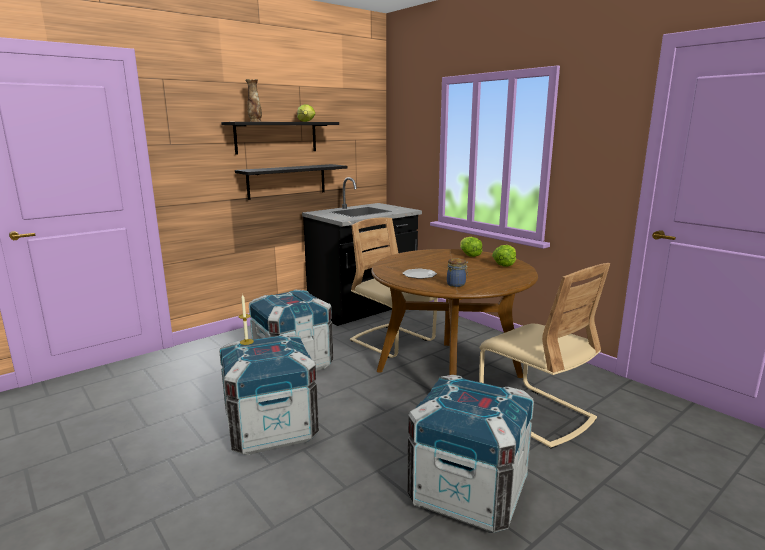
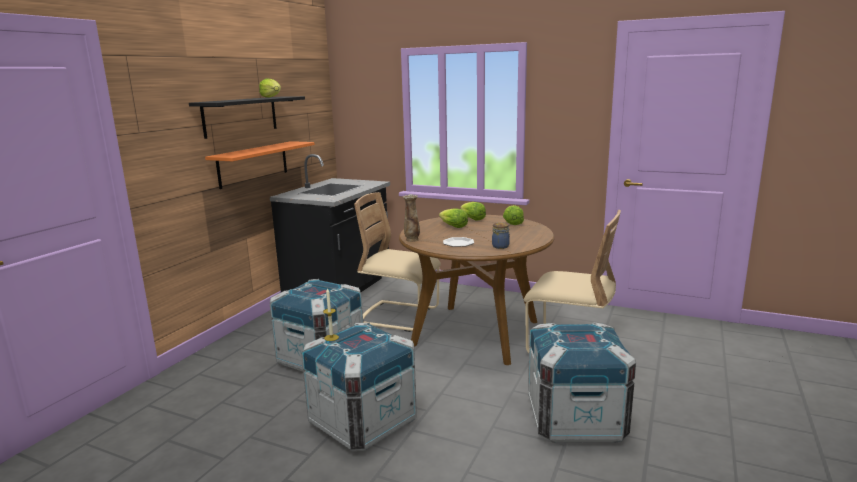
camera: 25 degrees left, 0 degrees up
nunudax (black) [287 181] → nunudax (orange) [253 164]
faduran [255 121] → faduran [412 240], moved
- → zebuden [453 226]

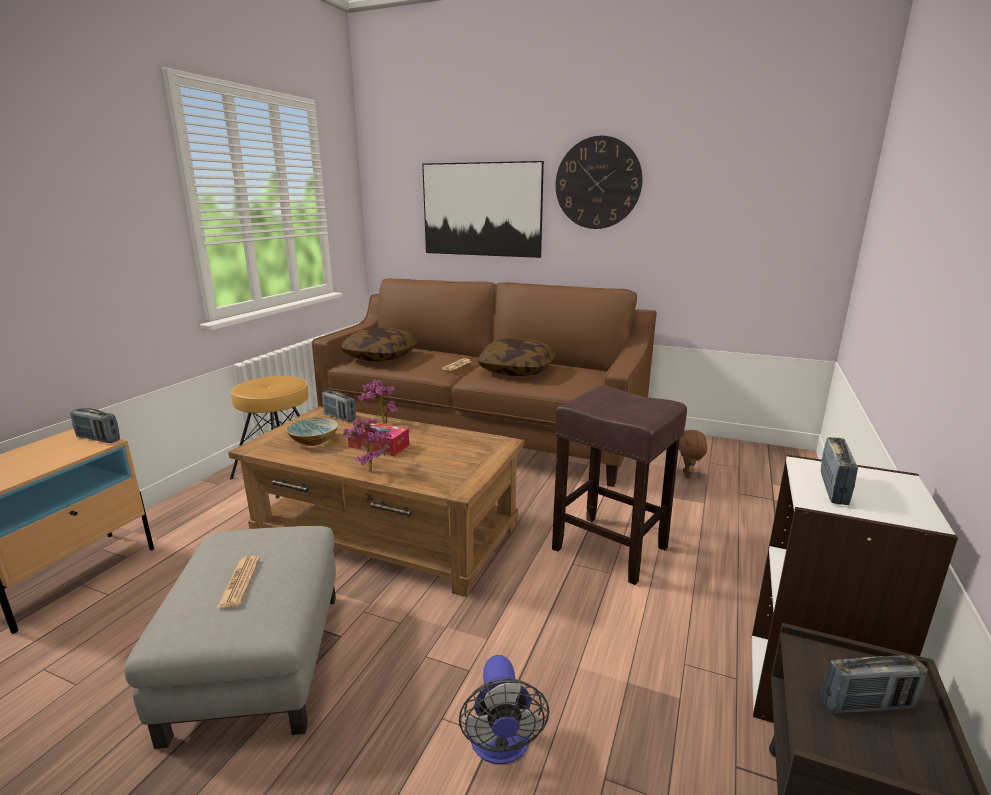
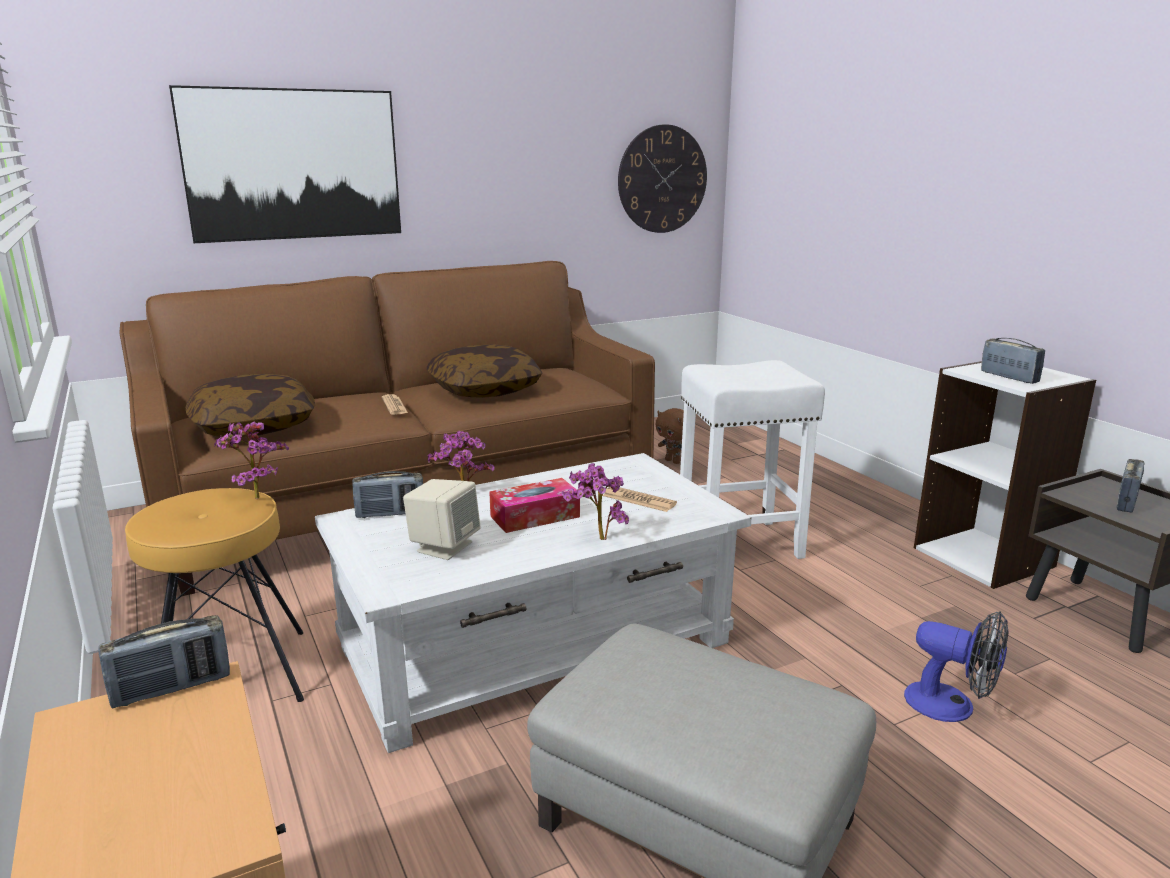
camera: 50 degrees left, 0 degrees up
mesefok [239 582] → mesefok [639 500], moved
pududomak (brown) [387 532] → pududomak (white) [536 644]
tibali [314 440] → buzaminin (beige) [444 546]
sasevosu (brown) [612 549] → sasevosu (white) [740 543]
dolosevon [598 183] → dolosevon [662 179], moved
- → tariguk [254 496]

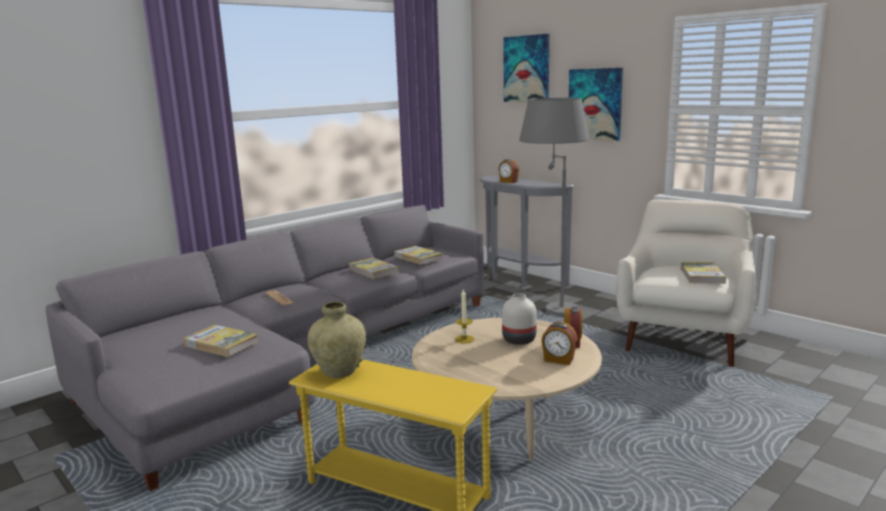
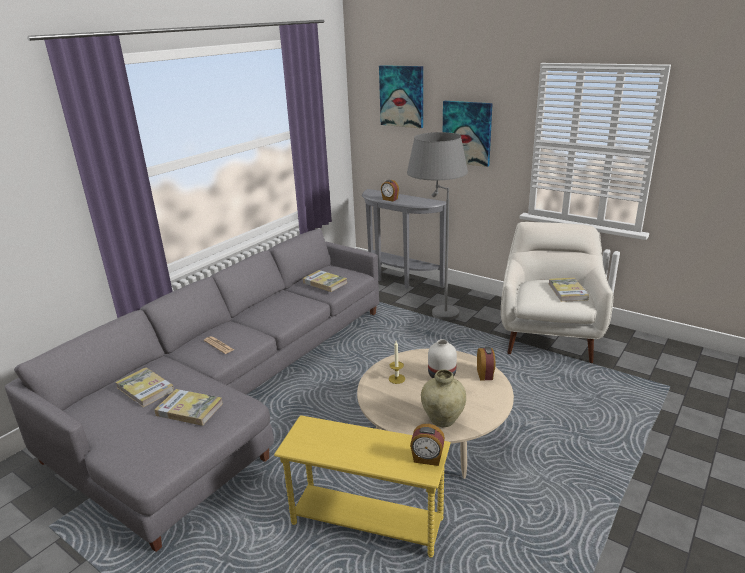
camera: 10 degrees left, 10 degrees up
faduran (beige) [339 372] → faduran (beige) [442 420], moved
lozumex [373 271] → lozumex [145 389], moved
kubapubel [558 360] → kubapubel [427 459], moved

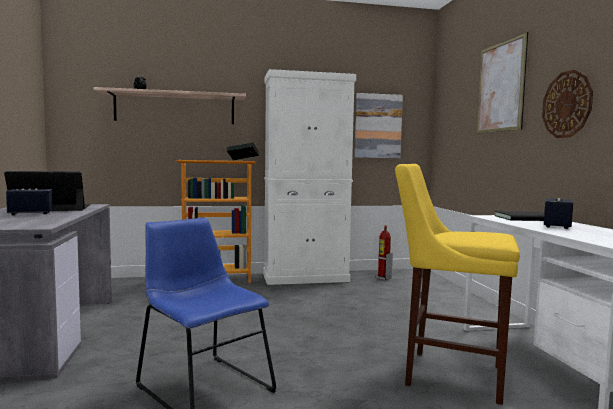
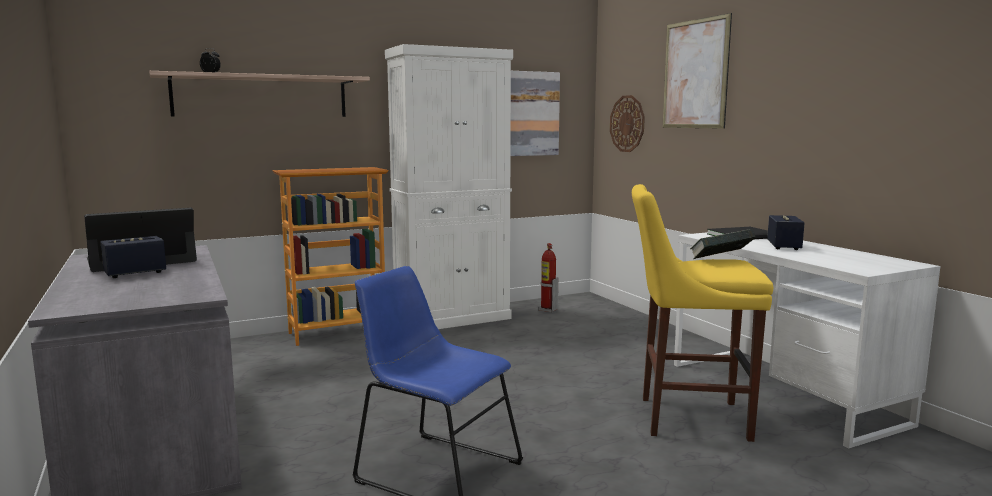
camera: 15 degrees left, 5 degrees up
lozumex [242 160] → lozumex [720 261], moved
dolosevon [567 104] → dolosevon [627 123], moved

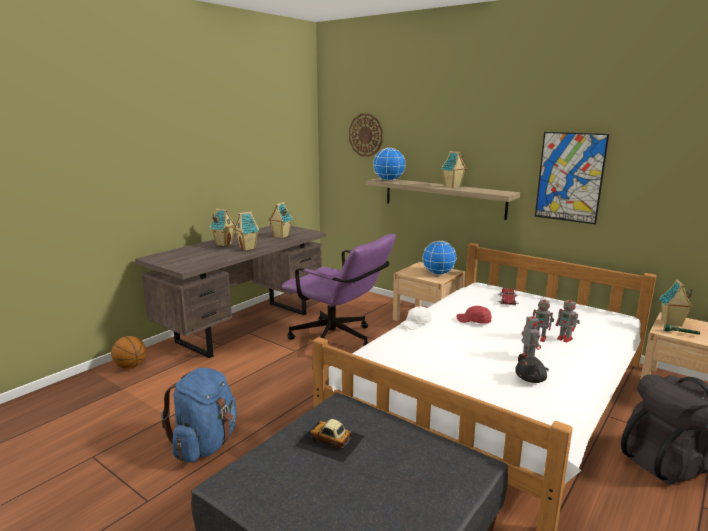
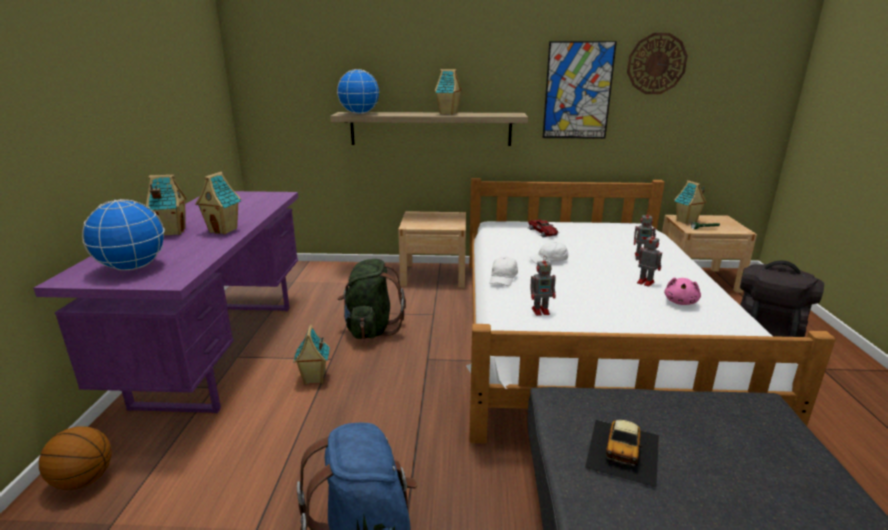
camera: 35 degrees left, 5 degrees up
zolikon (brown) [245 327] → zolikon (purple) [221 350]
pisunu [281 236] → pisunu [314 379], moved
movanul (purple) [339 341] → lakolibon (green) [371 329]
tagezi [330 441] → tagezi [624 450], 60 degrees counterclockwise
dolosevon [366 135] → dolosevon [656 64], moved
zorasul [438 274] → zorasul [133 267], moved
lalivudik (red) [474 321] → lalivudik (white) [549 260]
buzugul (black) [531 379] → buzugul (pink) [680 302]
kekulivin [540 338] → kekulivin [541 311], moved

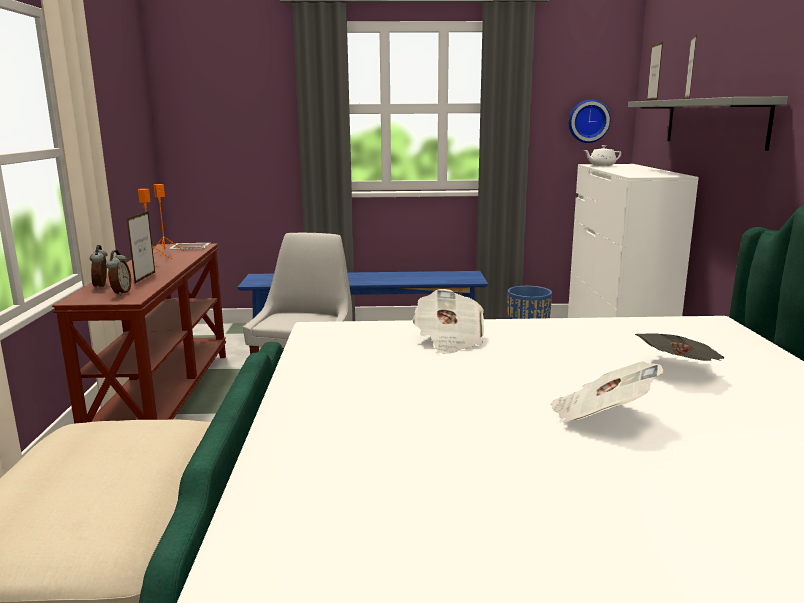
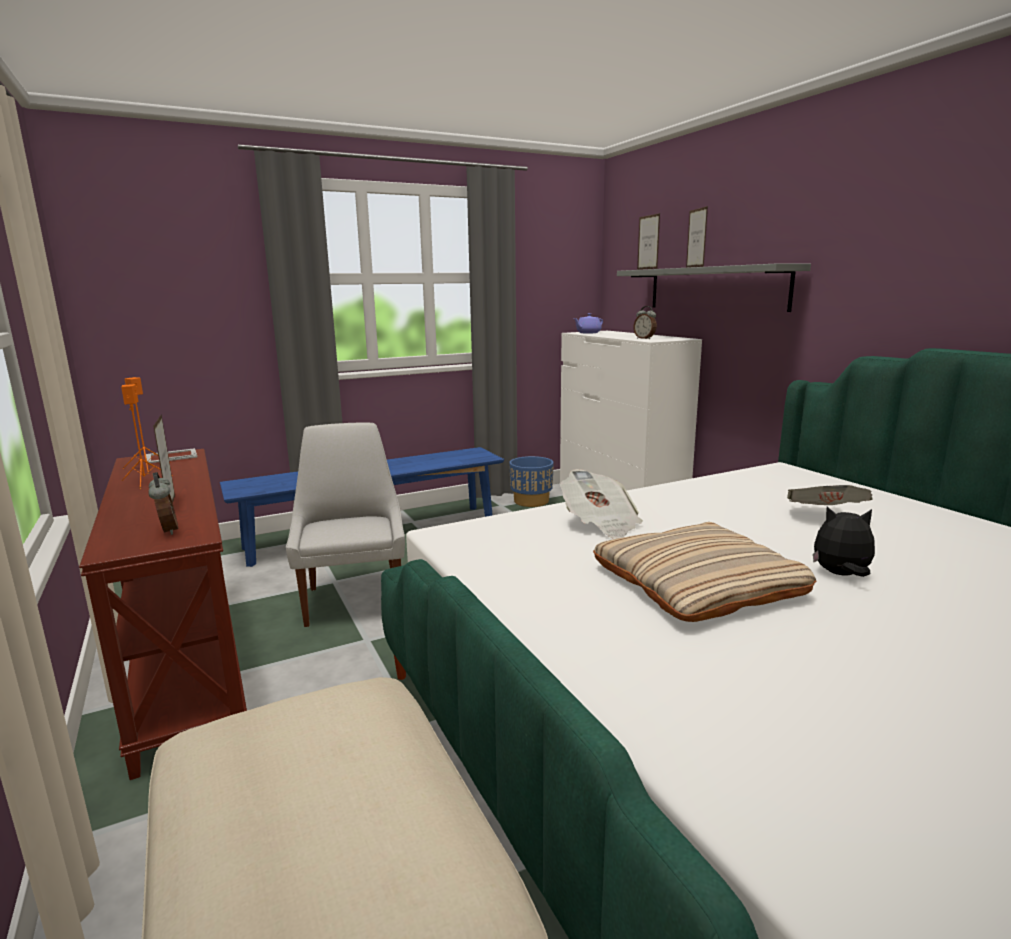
camera: 25 degrees left, 0 degrees up
kubapubel [102 286] → kubapubel [644 338], moved
mesefok [600 416] → buzugul [841 575]
dolosevon [588 121] → -
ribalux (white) [601 165] → ribalux (purple) [588 333]
- → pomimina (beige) [697 582]

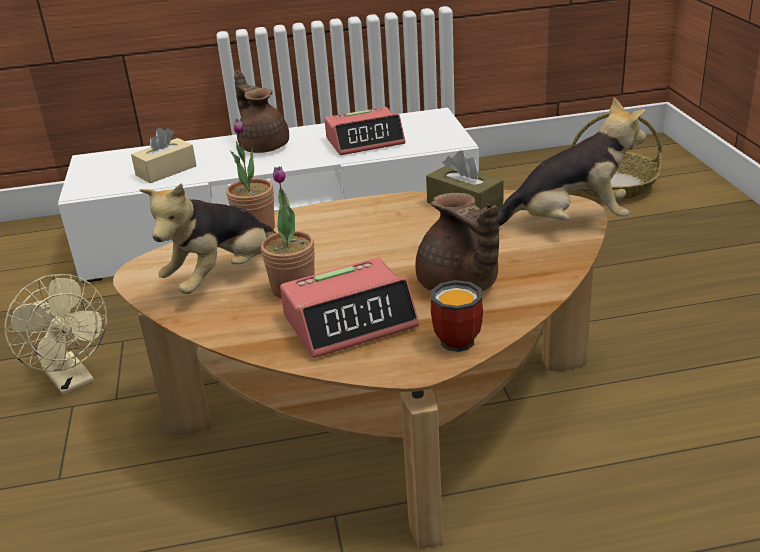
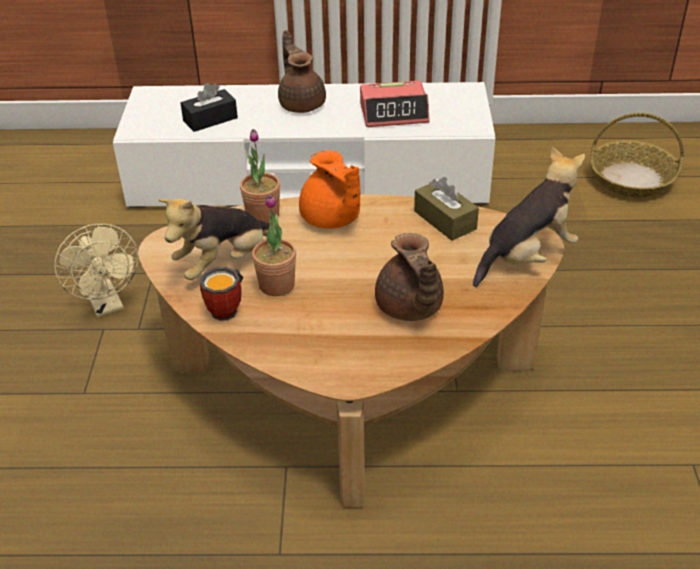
camera: 10 degrees right, 10 degrees up
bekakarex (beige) [166 171] → bekakarex (black) [210 119]
kubapubel [350 321] → -
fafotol [461 337] → fafotol [229 309], moved
buzugul [569 222] → buzugul [526 256], 45 degrees counterclockwise
- → ribalux (orange) [331 219]

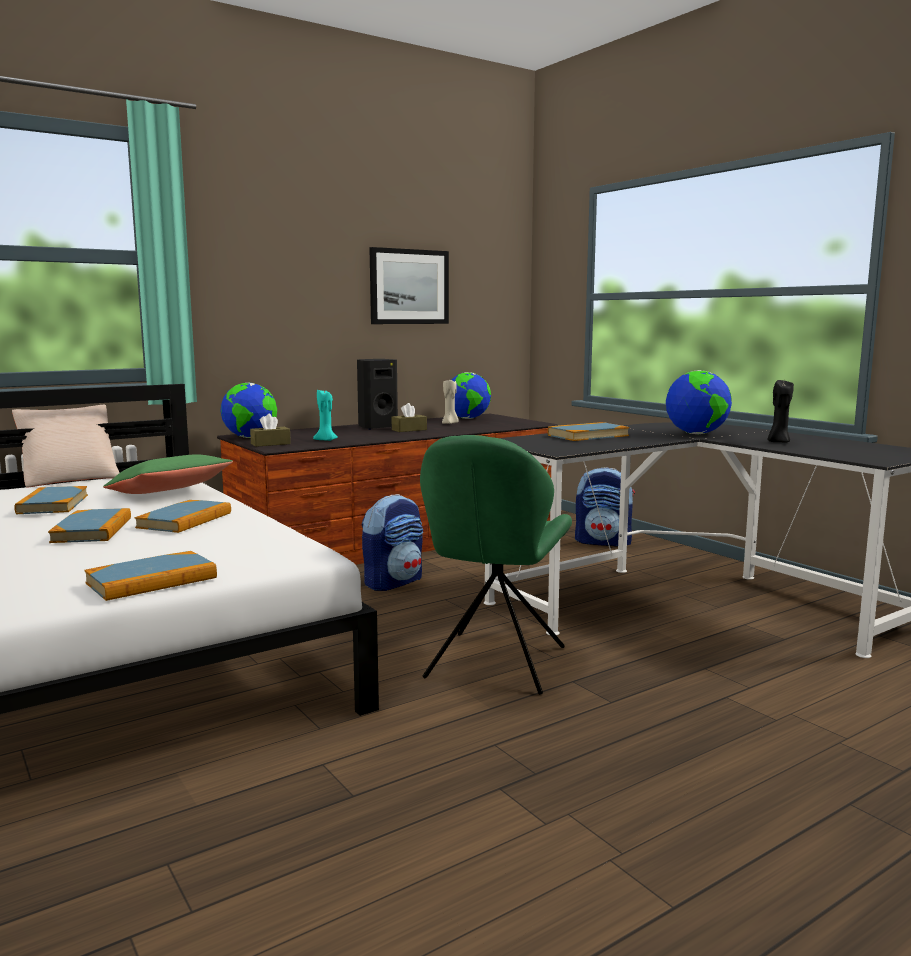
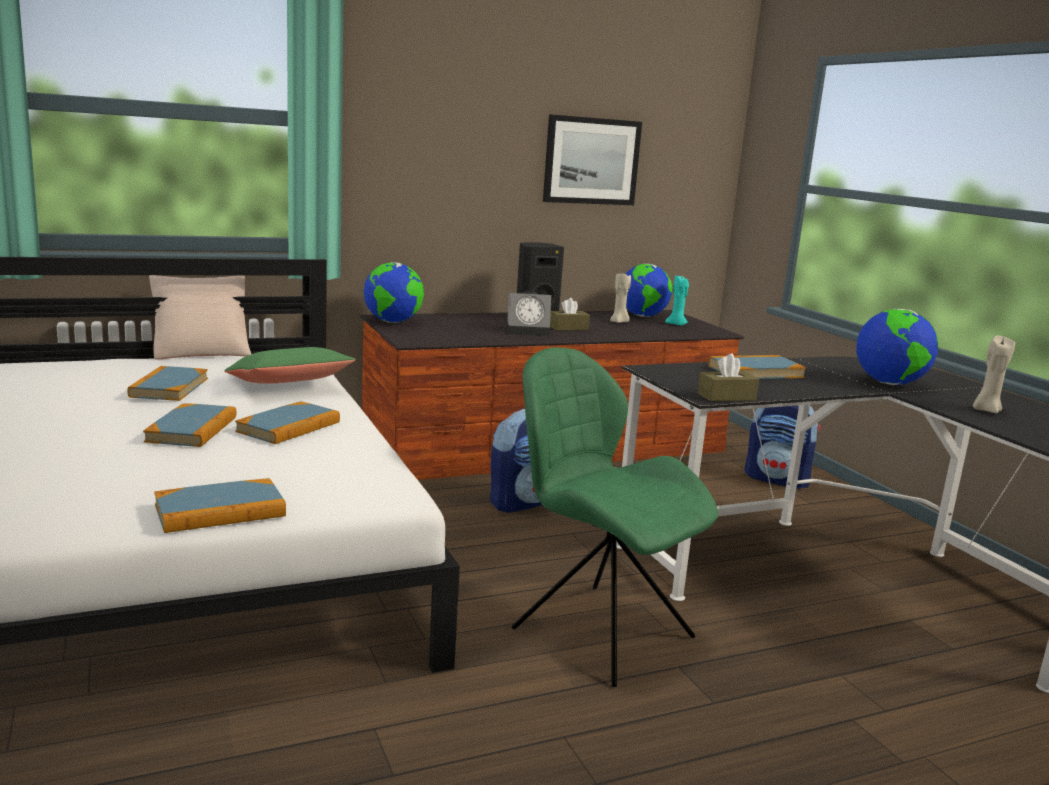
camera: 10 degrees right, 5 degrees up
bekakarex (brown) [270 444] → bekakarex (brown) [726 397], moved
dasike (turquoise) [326 440] → dasike (turquoise) [677 324], moved
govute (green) [494 665] → govute (green) [597 630], 105 degrees clockwise
dasike (black) [778 442] → dasike (beige) [986 410]
- → kubapubel [529 331]

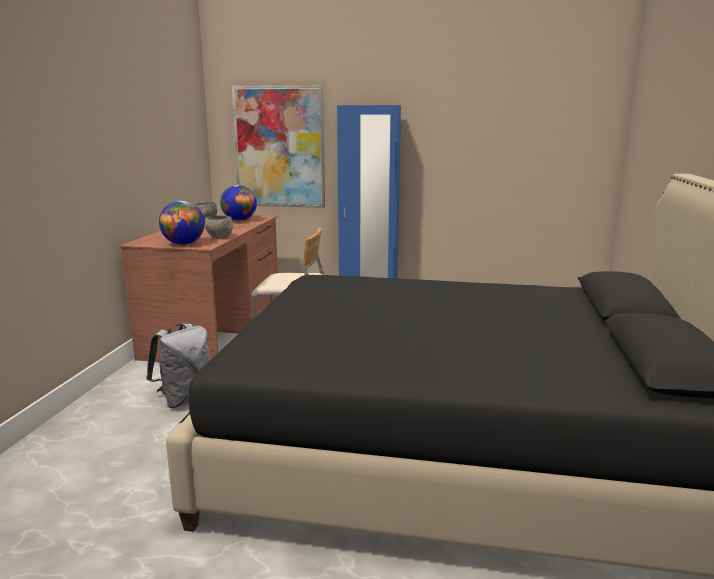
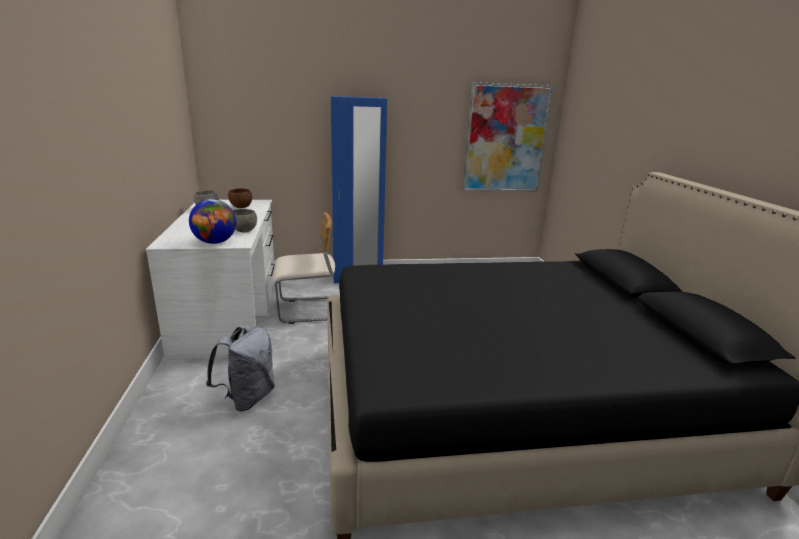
camera: 20 degrees left, 5 degrees up
zolikon (brown) [216 330] → zolikon (white) [230 315]
zorasul [239 220] → tibali (brown) [241 207]
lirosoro [279 147] → lirosoro [505 139], moved

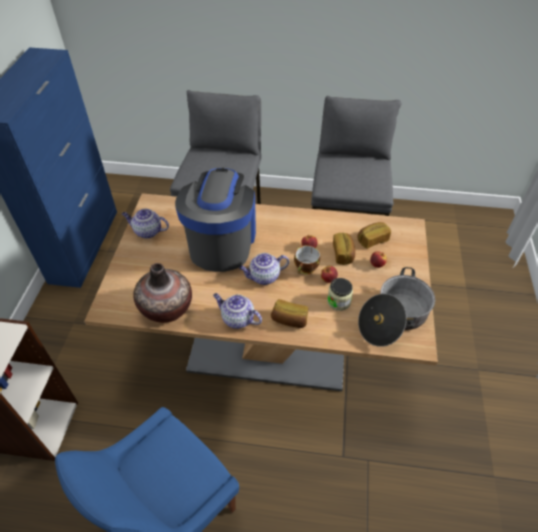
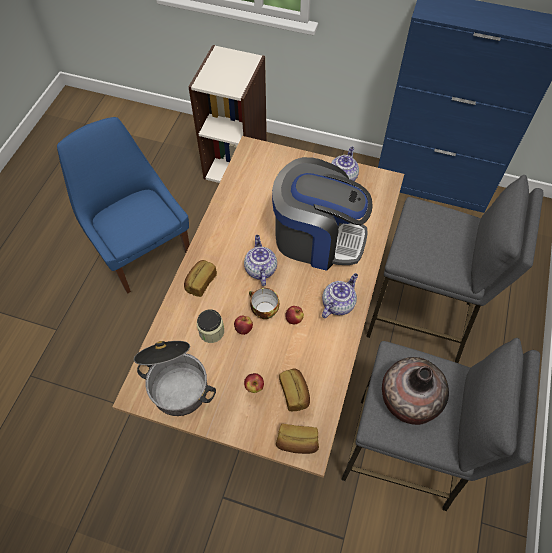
camera: 100 degrees right, 10 degrees up
faduran [166 308] → faduran [409 399], moved
ribalux [237 319] → ribalux [338 303], moved
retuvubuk [343 254] → retuvubuk [297 443], moved

